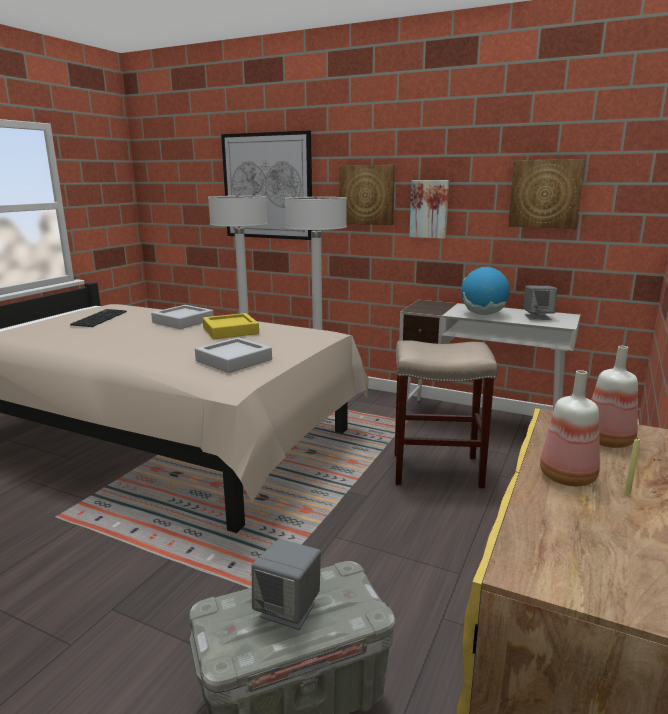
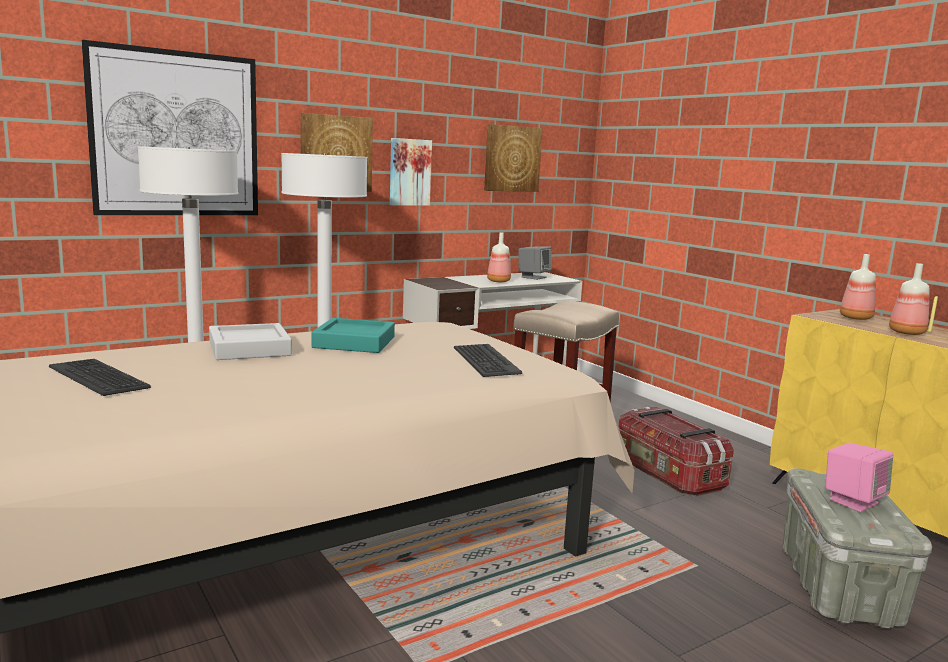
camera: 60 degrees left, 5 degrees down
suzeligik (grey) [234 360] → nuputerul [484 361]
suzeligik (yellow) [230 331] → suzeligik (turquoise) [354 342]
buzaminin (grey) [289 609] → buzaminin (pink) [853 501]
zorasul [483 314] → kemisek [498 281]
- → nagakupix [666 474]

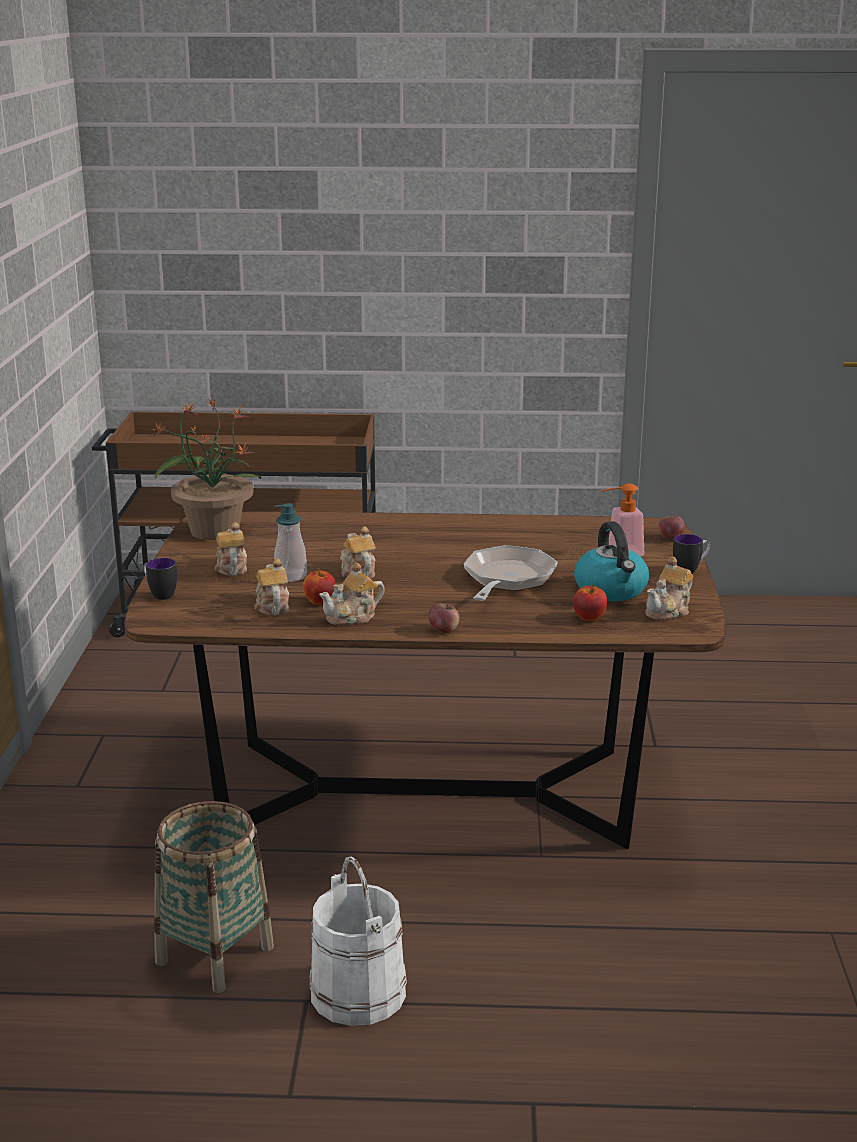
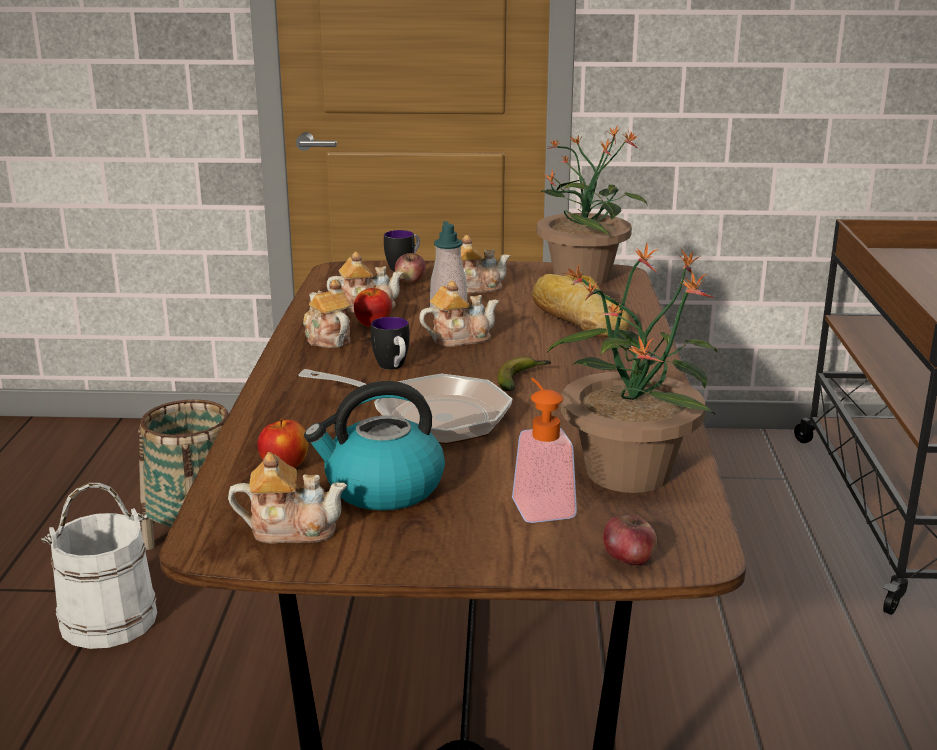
camera: 90 degrees right, 0 degrees up
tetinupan [444 630] → tetinupan [410 281], moved
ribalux [669 611] → ribalux [291 529], 135 degrees clockwise
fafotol [690 570] → fafotol [393 368], moved
- → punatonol [522 380]
- → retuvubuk [577 319]
- → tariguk [628 471]

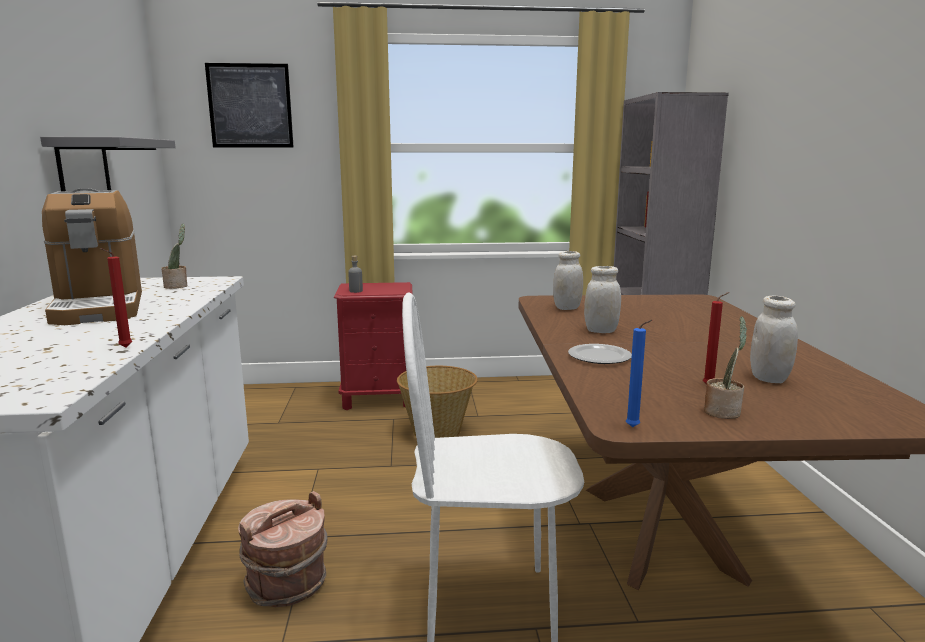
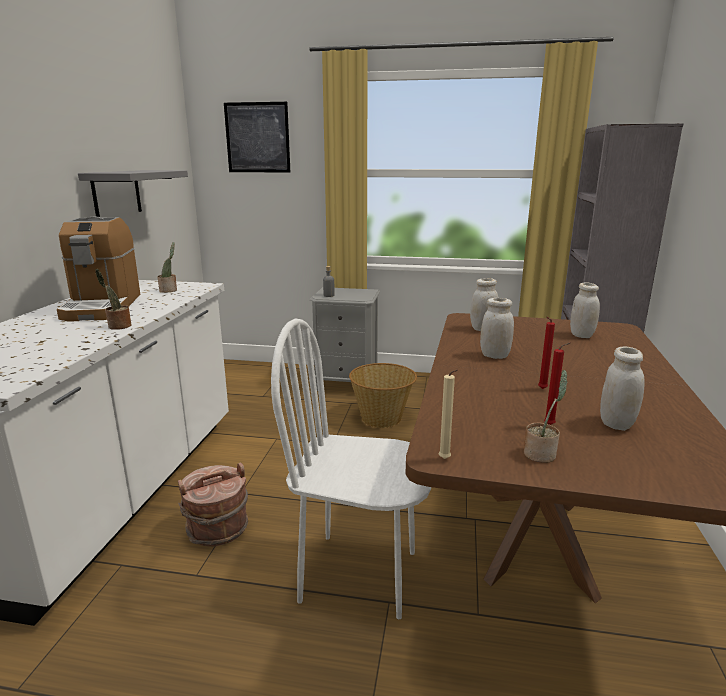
camera: 15 degrees right, 5 degrees up
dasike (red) [123 348] → dasike (red) [541 389], moved
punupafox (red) [378 399] → punupafox (grey) [346 384]
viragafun [599 357] → -
dasike (blue) [634 428] → dasike (beige) [445 460]
- → tariguk [118 326]
- → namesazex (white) [581 335]

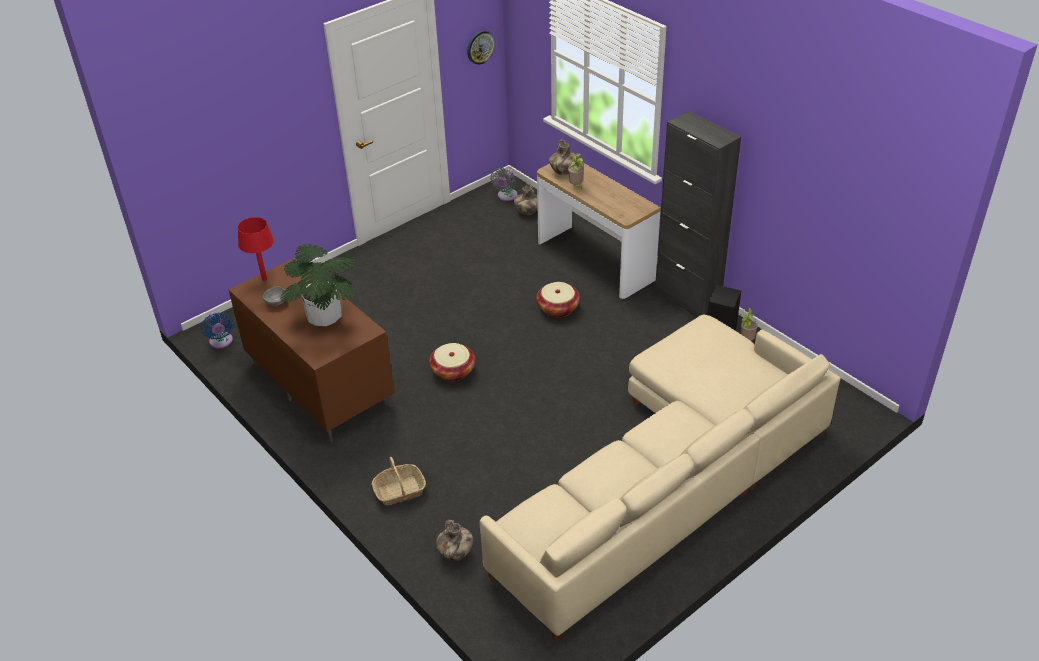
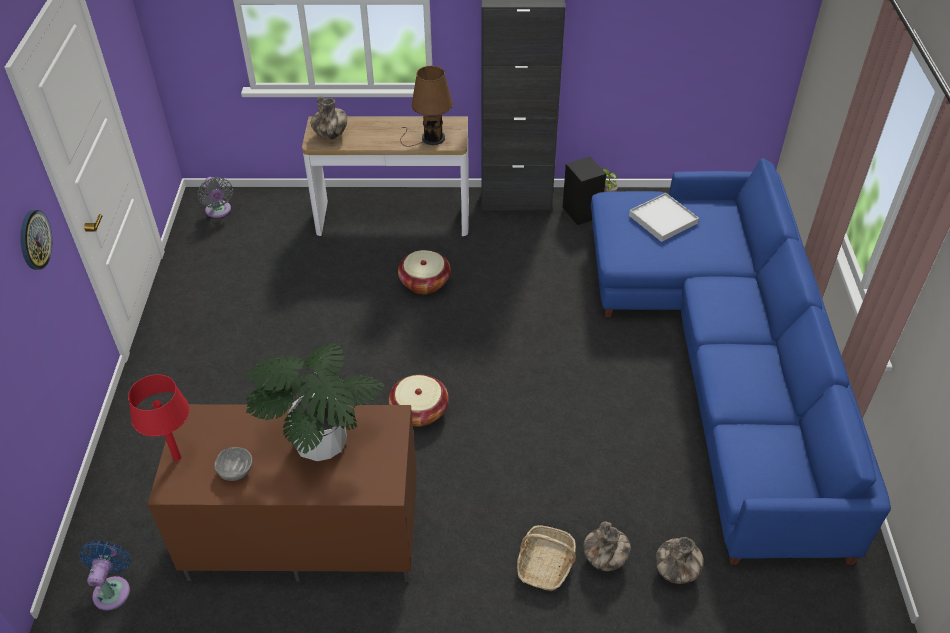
camera: 50 degrees left, 5 degrees up
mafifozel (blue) [221 342] → mafifozel (blue) [113 589], 105 degrees counterclockwise
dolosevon [480 47] → dolosevon [34 239], moved
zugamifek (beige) [669 479] → zugamifek (blue) [721 356]
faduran [527 212] → faduran [604 560], moved
tariguk [576 186] → -
- → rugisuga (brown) [430 138]
- → suzeligik (white) [663 219]

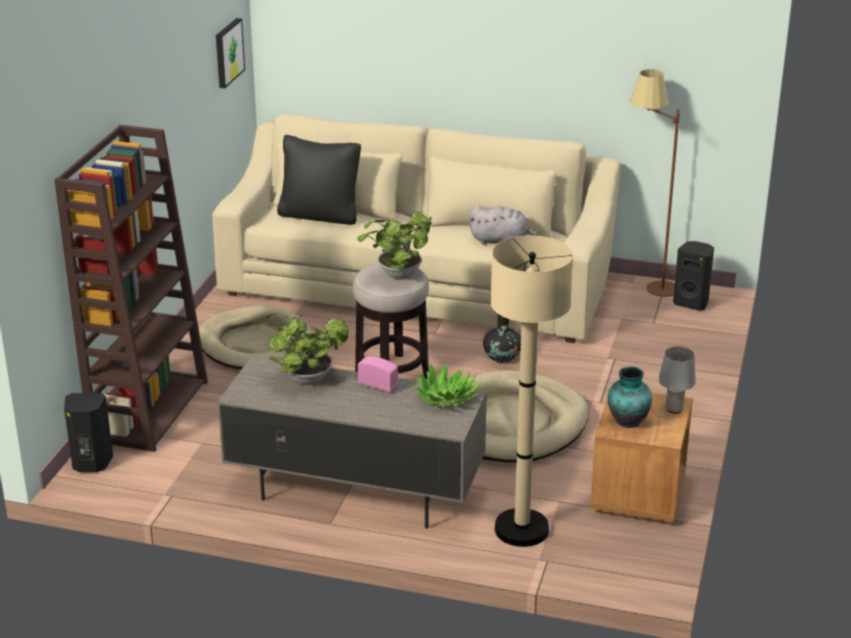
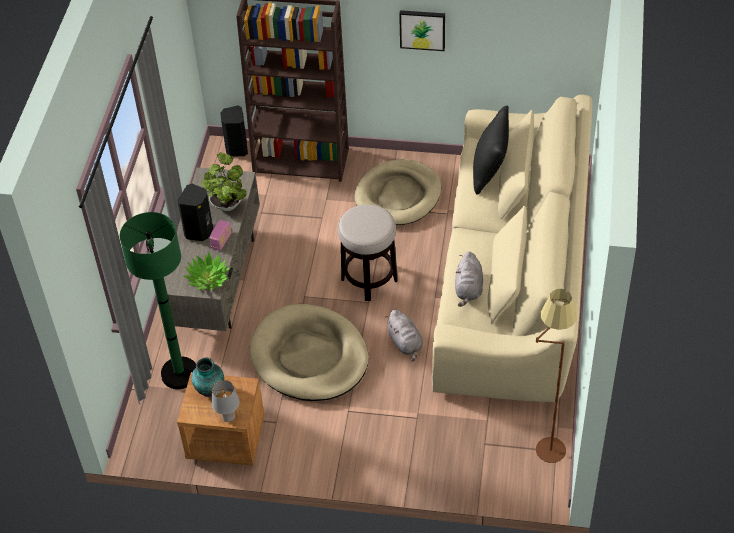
camera: 85 degrees right, 20 degrees up
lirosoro [228 52] → lirosoro [422 29], moved
tariguk [396 275] → -
faduran (black) [502 357] → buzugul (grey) [405 343]
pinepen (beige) [521 529] → pinepen (green) [179 374]
buzaminin (black) [692 303] → buzaminin (black) [200 231], moved

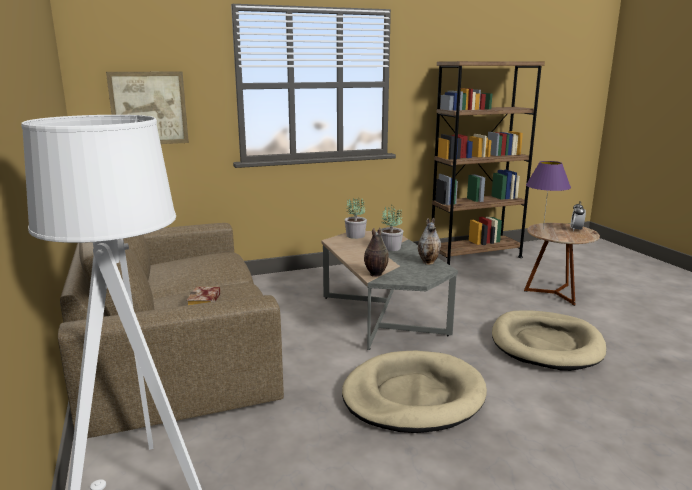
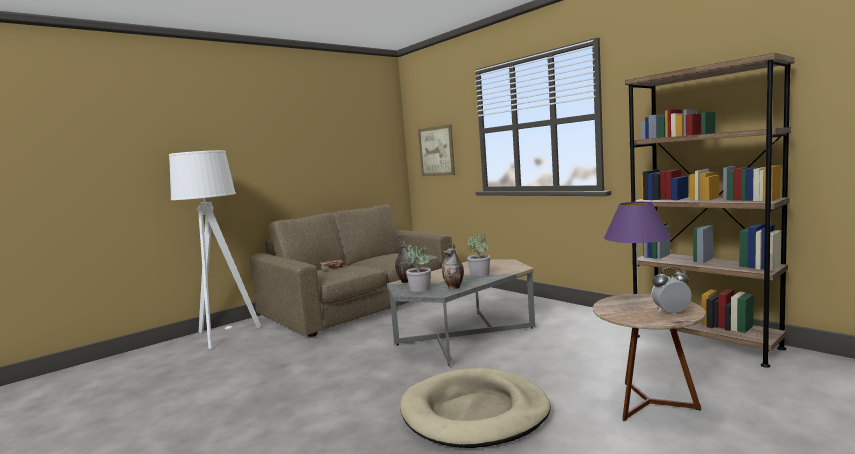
camera: 70 degrees right, 10 degrees down
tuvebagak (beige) [413 396] → -
tariguk [356 236] → tariguk [419 289], moved

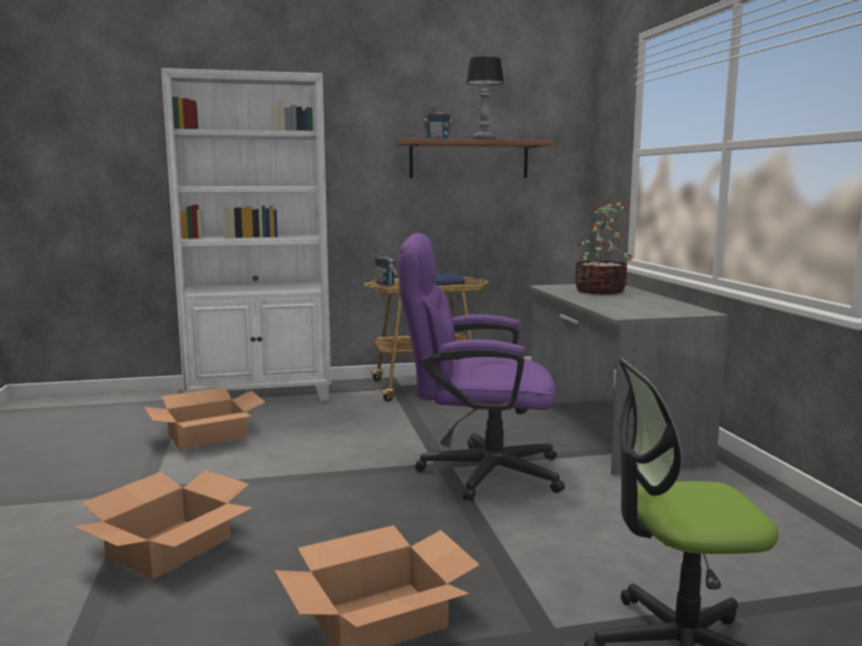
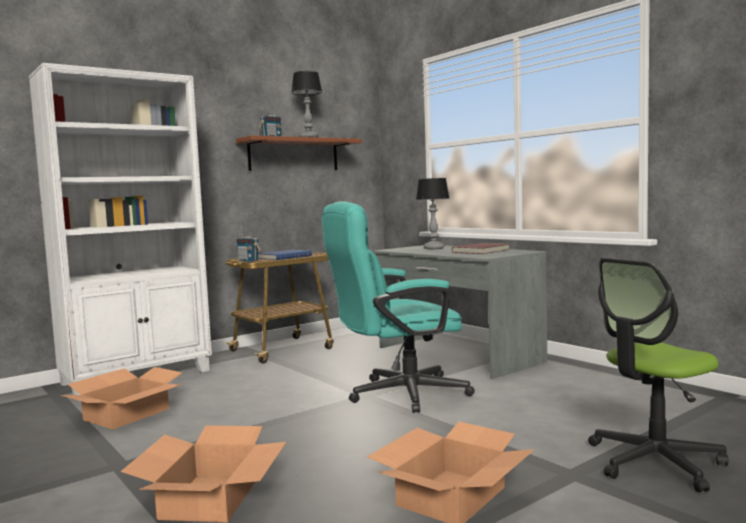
camera: 25 degrees left, 5 degrees down
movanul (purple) [476 471] → movanul (turquoise) [397 395]
tariguk [601 291] → rugisuga [433 248]
- → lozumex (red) [482 251]

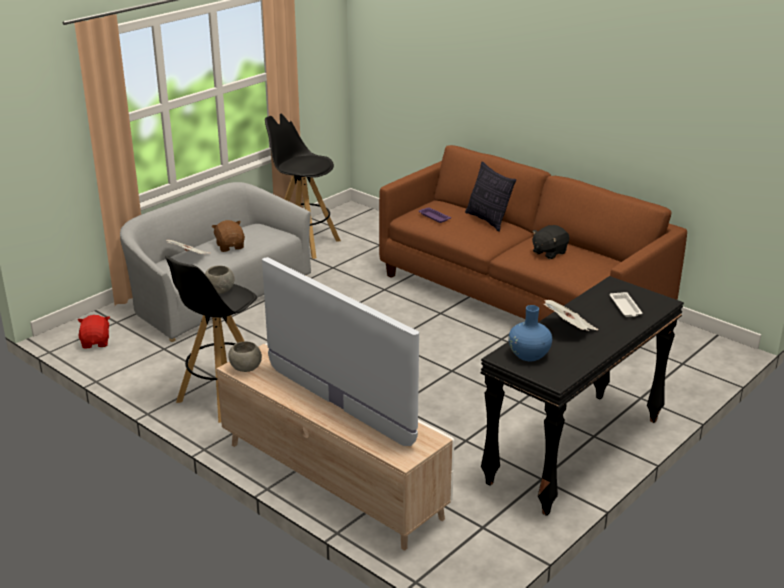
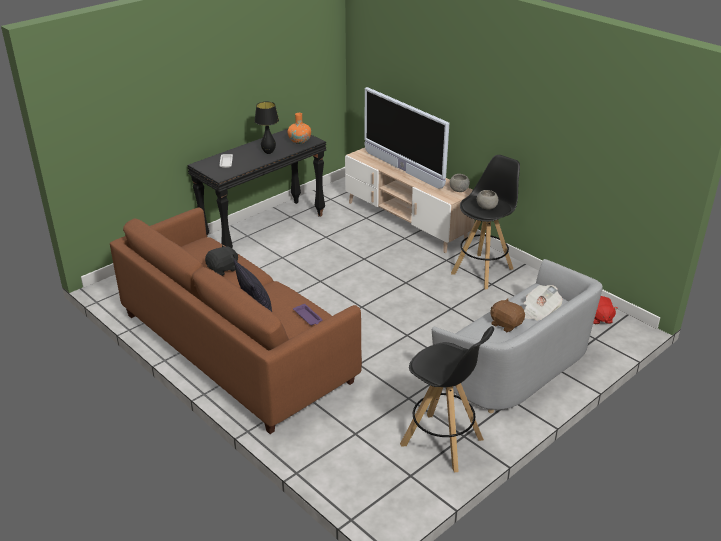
camera: 175 degrees left, 5 degrees up
buzugul (brown) [230 246] → buzugul (brown) [506 324], 150 degrees clockwise
faduran (blue) [529 355] → faduran (orange) [299 141]
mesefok [569 329] → rugisuga (black) [268 152]

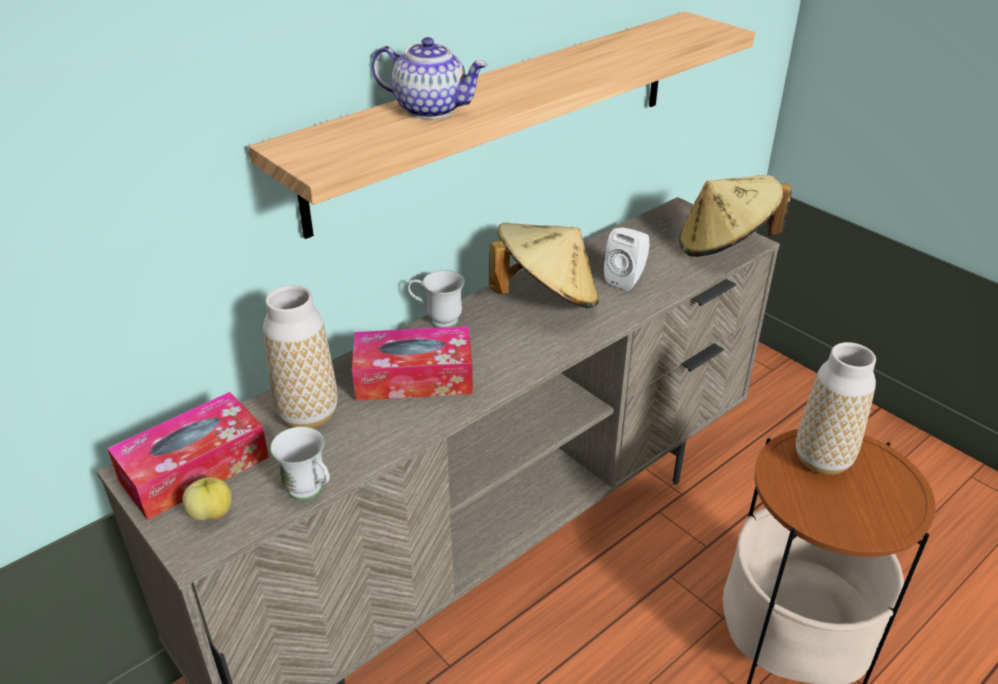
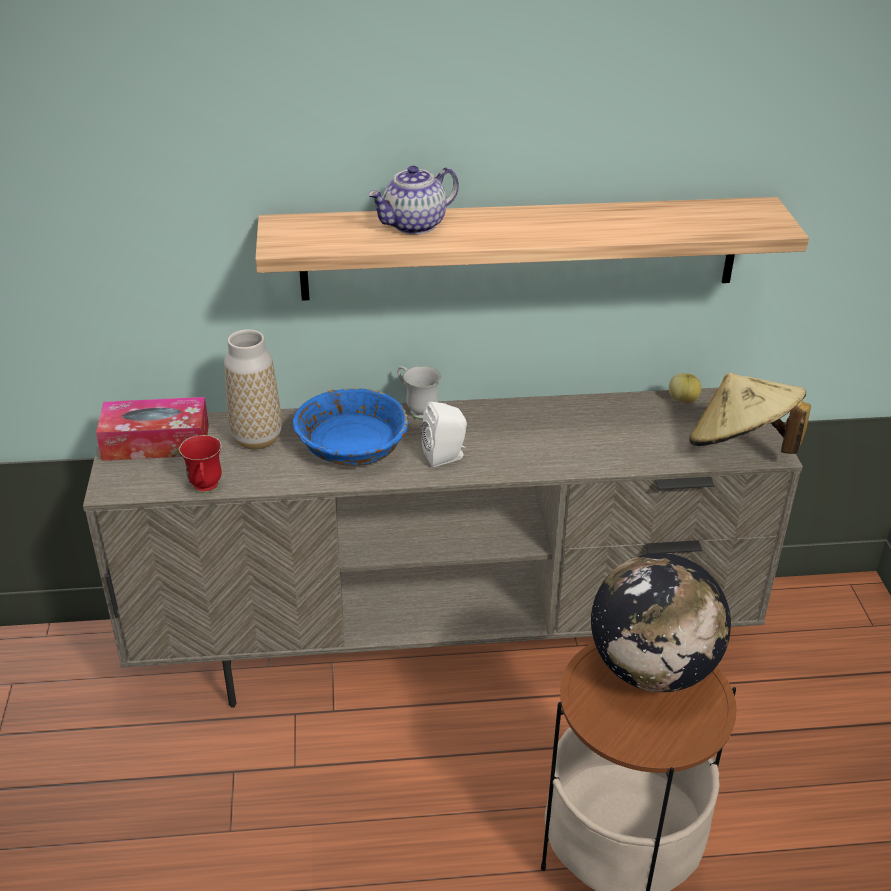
camera: 35 degrees right, 0 degrees up
tetinupan [211 513] → tetinupan [683 400], moved
fafotol (white) [311 493] → fafotol (red) [206 490]
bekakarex [414 378] → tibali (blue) [353 444]
ribalux [431 109] → ribalux [414 225], 90 degrees clockwise
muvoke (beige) [546 298] → -
buzaminin (white) [627 279] → buzaminin (white) [446 456], moved
faduran [822 460] → zorasul [652 669]

